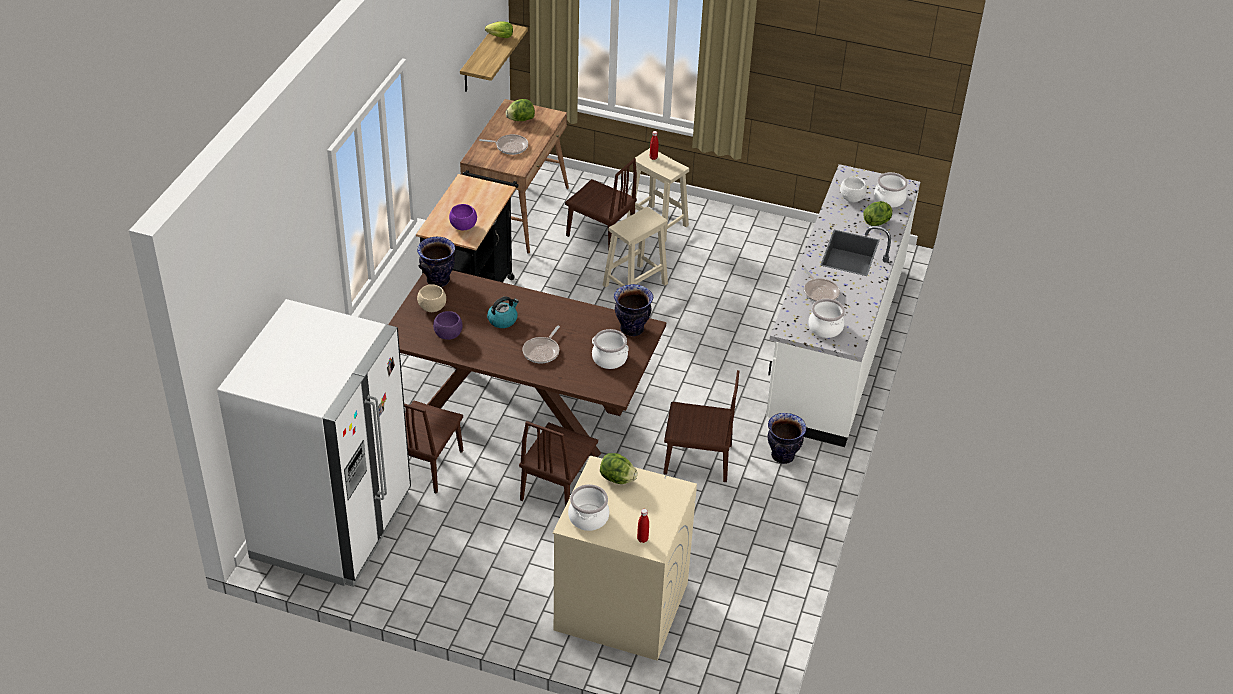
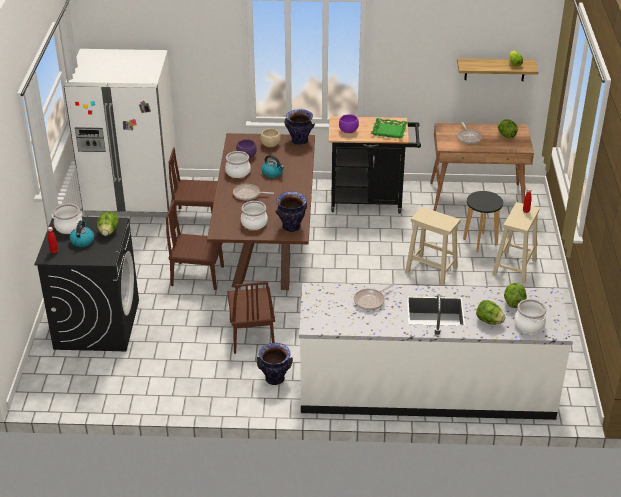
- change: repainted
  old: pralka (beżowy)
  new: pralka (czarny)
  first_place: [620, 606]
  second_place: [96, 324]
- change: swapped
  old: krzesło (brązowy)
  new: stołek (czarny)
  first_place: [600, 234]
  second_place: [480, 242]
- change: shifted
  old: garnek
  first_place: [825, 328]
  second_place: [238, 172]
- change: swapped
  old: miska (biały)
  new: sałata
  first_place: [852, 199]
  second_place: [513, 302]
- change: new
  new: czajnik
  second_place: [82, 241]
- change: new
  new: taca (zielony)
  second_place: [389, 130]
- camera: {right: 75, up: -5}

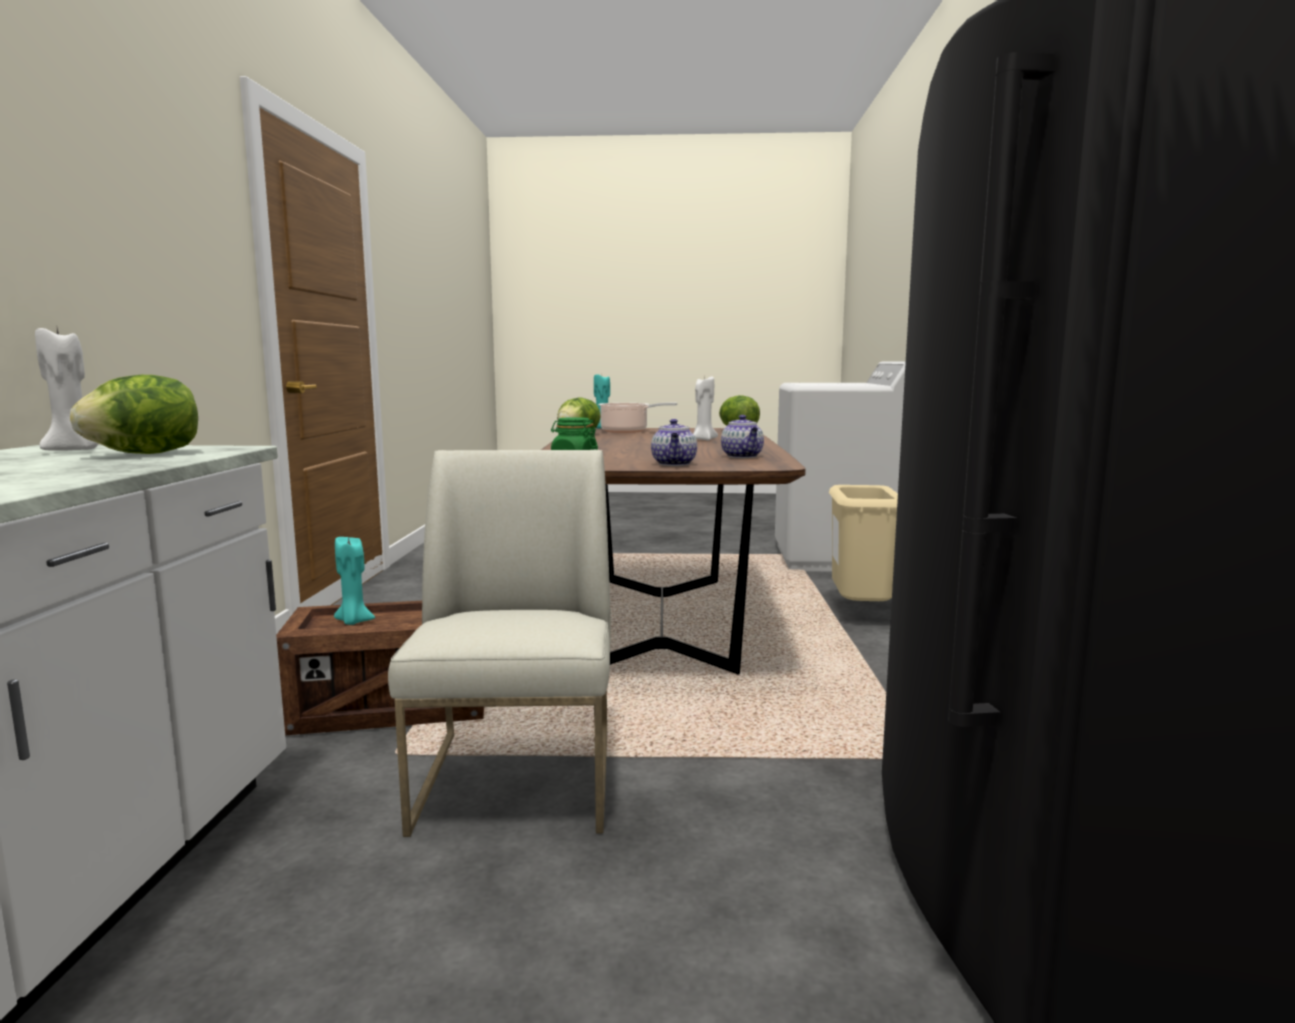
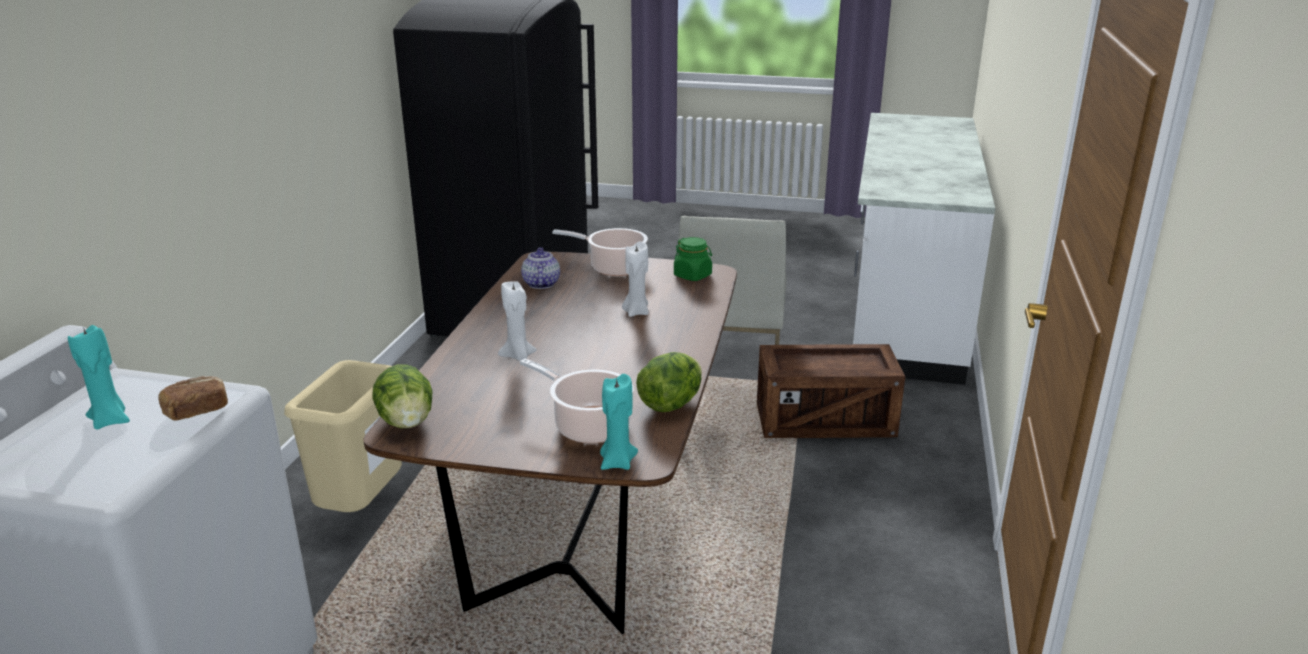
- change: shifted
  old: świeca (biały)
  first_place: [74, 451]
  second_place: [636, 312]
- change: gone
  old: sałata
  first_place: [145, 454]
- change: shifted
  old: świeca (turkusowy)
  first_place: [353, 622]
  second_place: [111, 420]
- change: swapped
  old: imbryk
  new: garnek
  first_place: [674, 464]
  second_place: [613, 268]
- change: new
  new: chleb
  second_place: [196, 411]
- camera: {right: -170, up: 15}

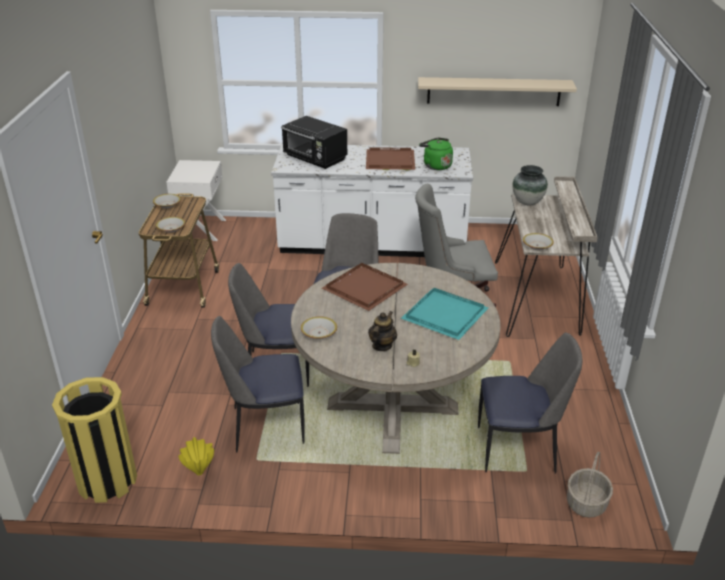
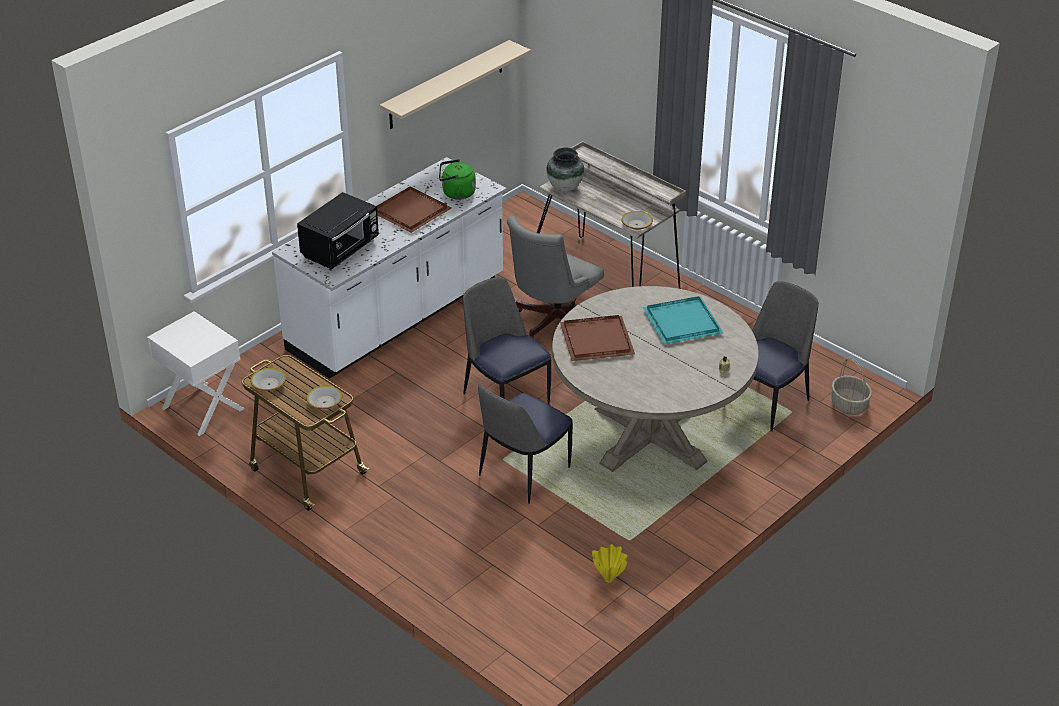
- change: gone
  old: kosz na śmieci (żółty)
  first_place: [107, 480]
- change: gone
  old: krzesło
  first_place: [265, 426]
- change: rotated
  old: mikrofalówka (czarny)
  first_place: [315, 159]
  second_place: [341, 249]
  degrees: -45
- change: gone
  old: miska
  first_place: [319, 333]
- change: gone
  old: imbryk
  first_place: [382, 346]
- camera: {right: -50, up: 5}

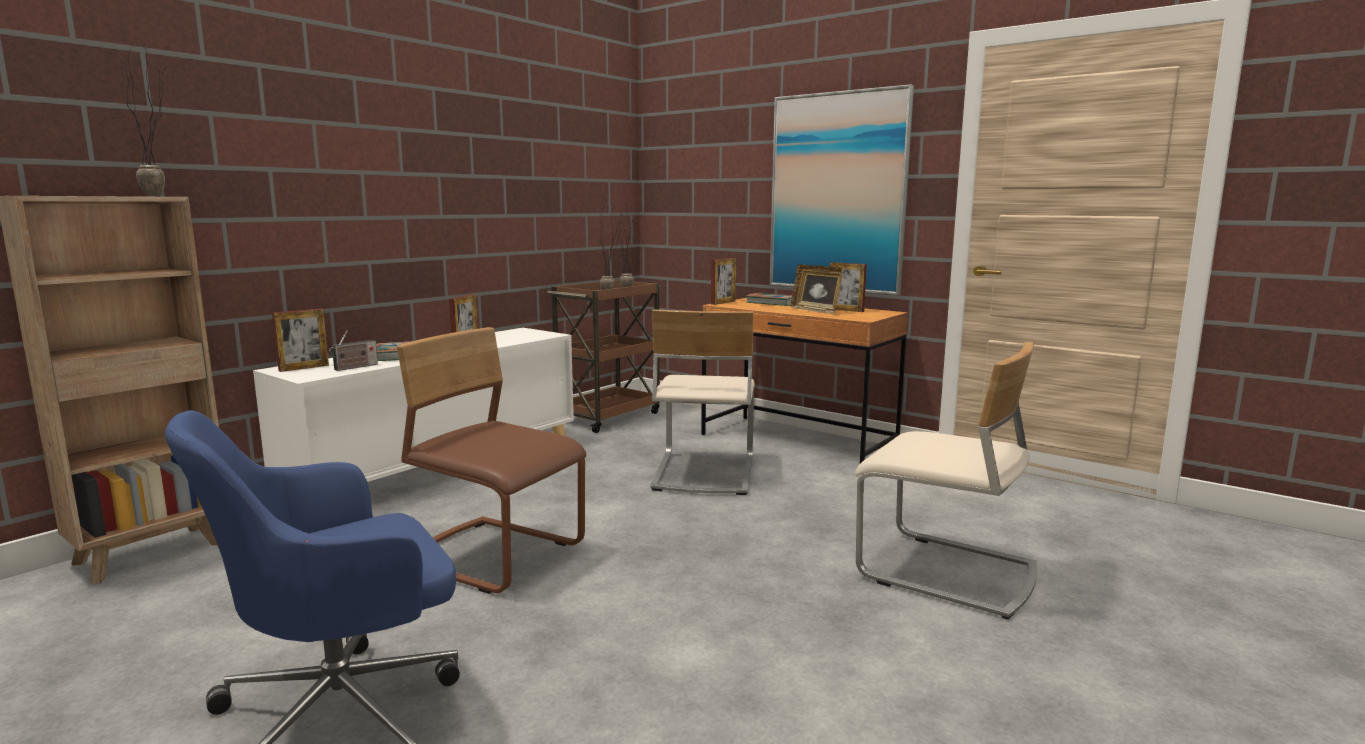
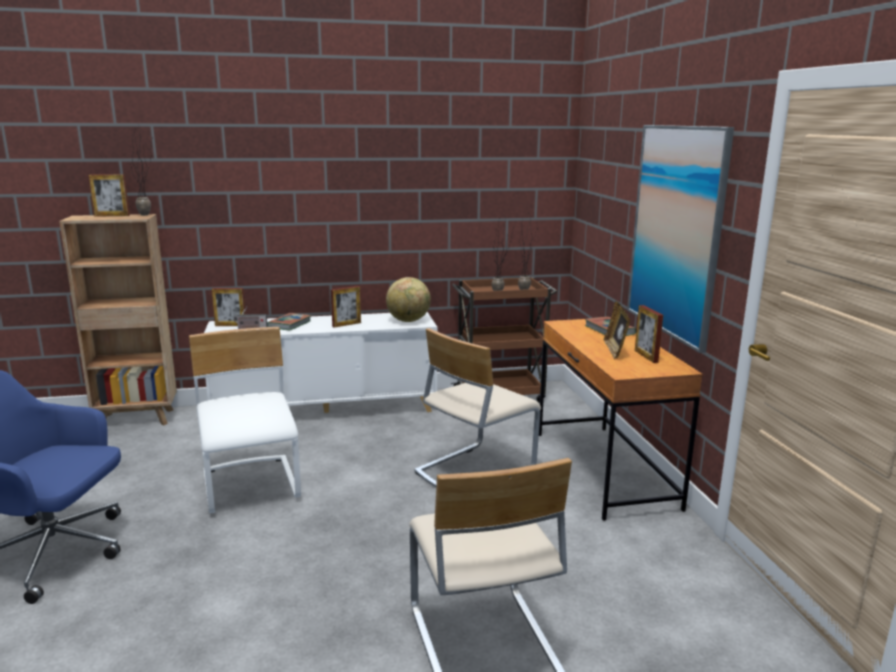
- change: repainted
  old: krzesło (brązowy)
  new: krzesło (biały)
  first_place: [494, 556]
  second_place: [252, 486]
- change: shifted
  old: ramka na zdjęcie
  first_place: [723, 302]
  second_place: [112, 216]
- change: new
  new: globus
  second_place: [408, 321]
- camera: {right: 40, up: 5}

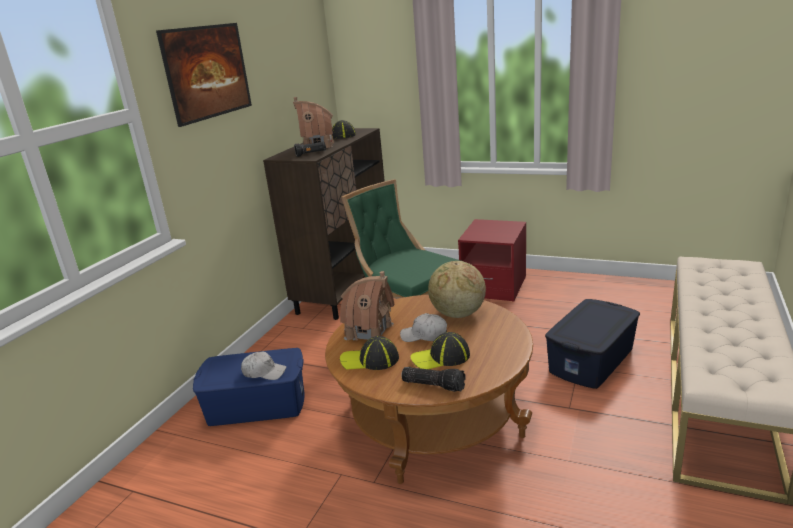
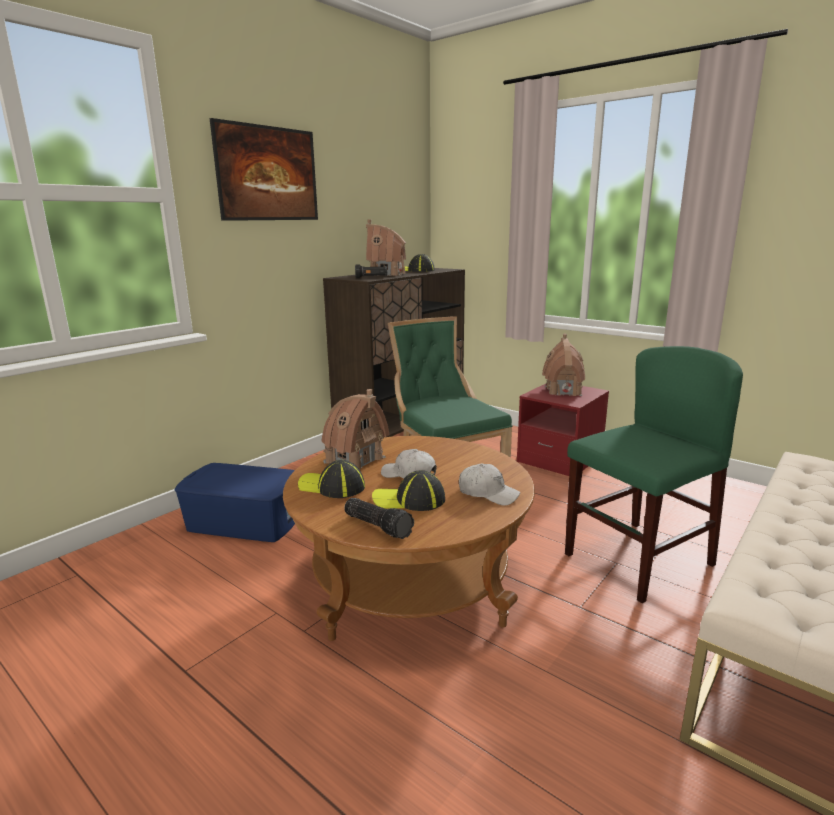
- change: shifted
  old: czapka z daszkiem (biały)
  first_place: [264, 372]
  second_place: [488, 493]
- change: gone
  old: globus
  first_place: [457, 314]
- change: swapped
  old: pojemnik do przechowywania (niebieski)
  new: krzesło (zielony)
  first_place: [592, 360]
  second_place: [638, 559]
- change: new
  new: domek
  second_place: [563, 391]
- camera: {right: 15, up: -5}

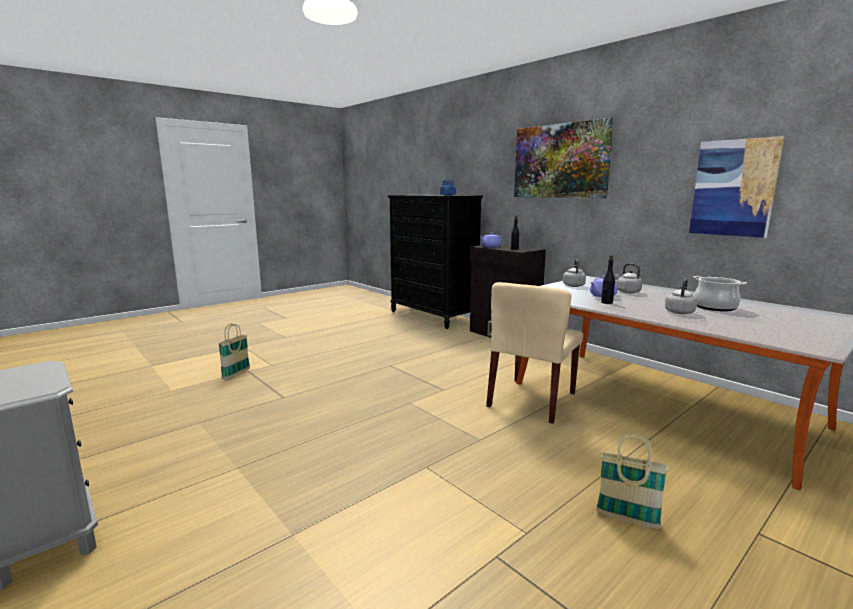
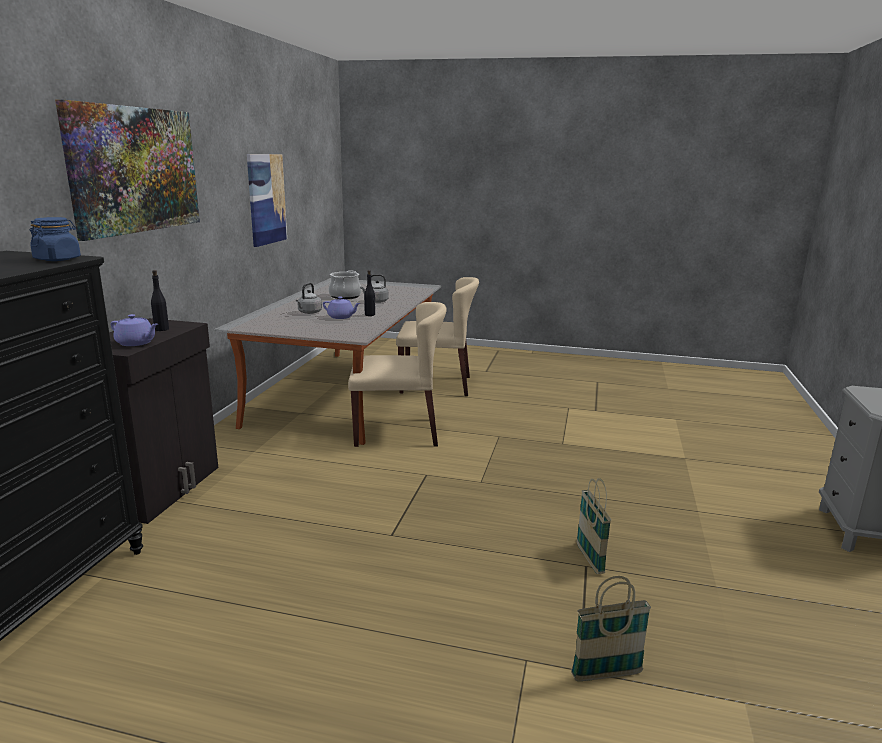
- change: gone
  old: czajnik (szary)
  first_place: [573, 285]
- change: shifted
  old: koszyk
  first_place: [627, 519]
  second_place: [589, 559]
- change: new
  new: krzesło (beżowy)
  second_place: [436, 384]
- camera: {right: -125, up: 5}

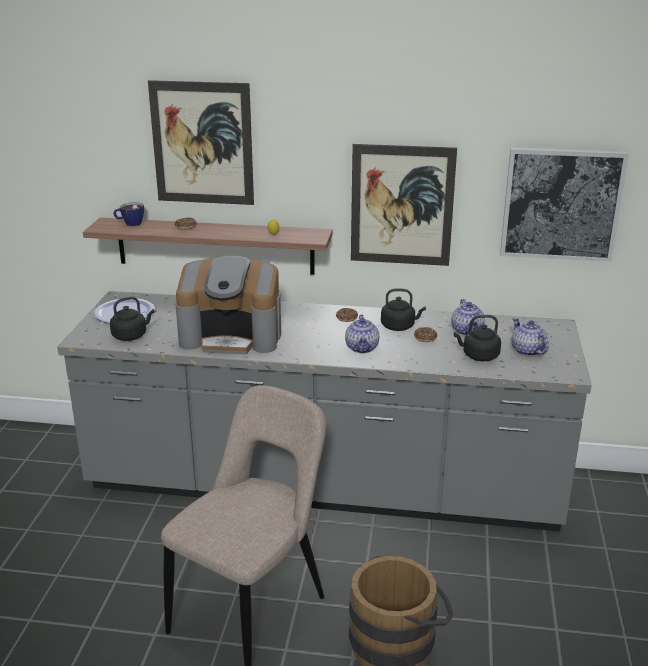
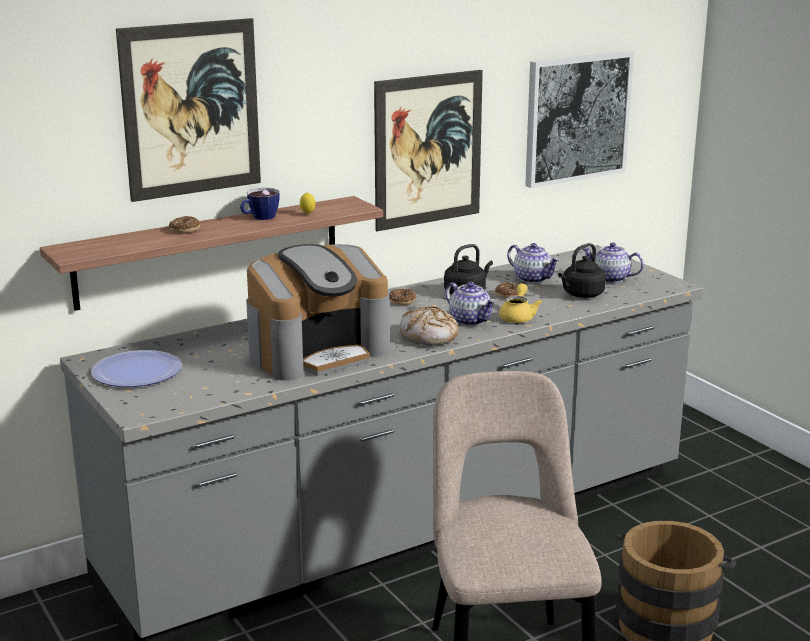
- change: gone
  old: czajnik (czarny)
  first_place: [131, 335]
- change: shifted
  old: filiżanka
  first_place: [129, 223]
  second_place: [259, 218]
- change: new
  new: chleb
  second_place: [429, 336]
- change: new
  new: imbryk (żółty)
  second_place: [518, 317]
- camera: {right: -40, up: -5}

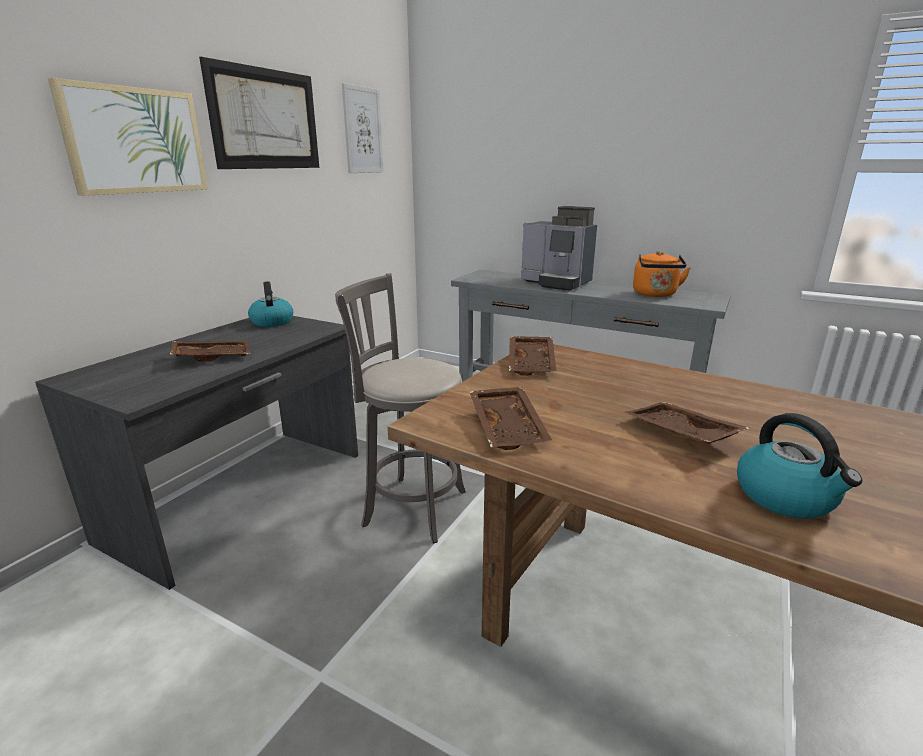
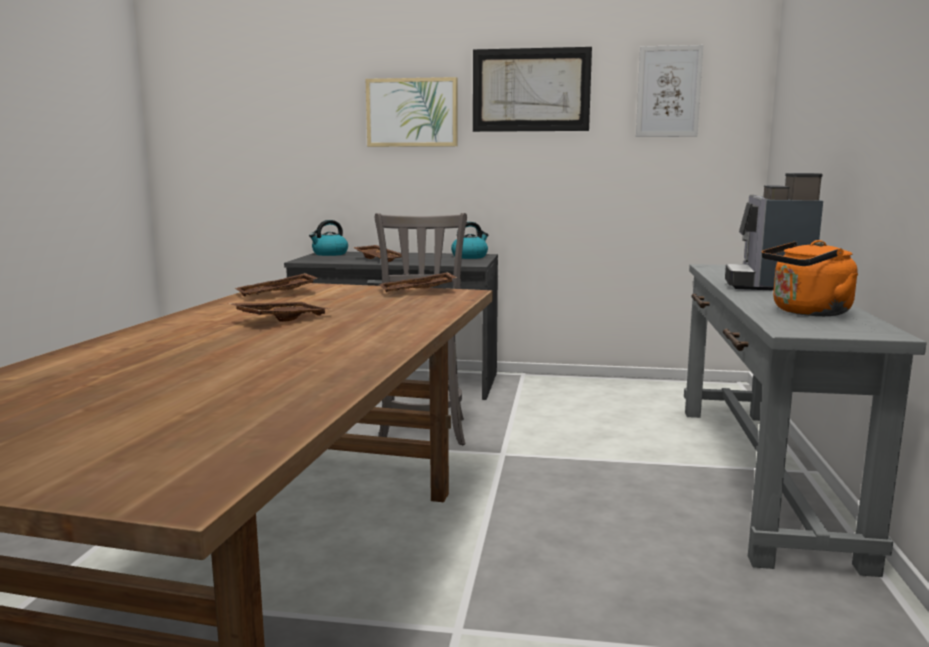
- change: shifted
  old: czajnik
  first_place: [786, 497]
  second_place: [329, 254]
- camera: {right: 70, up: -10}

